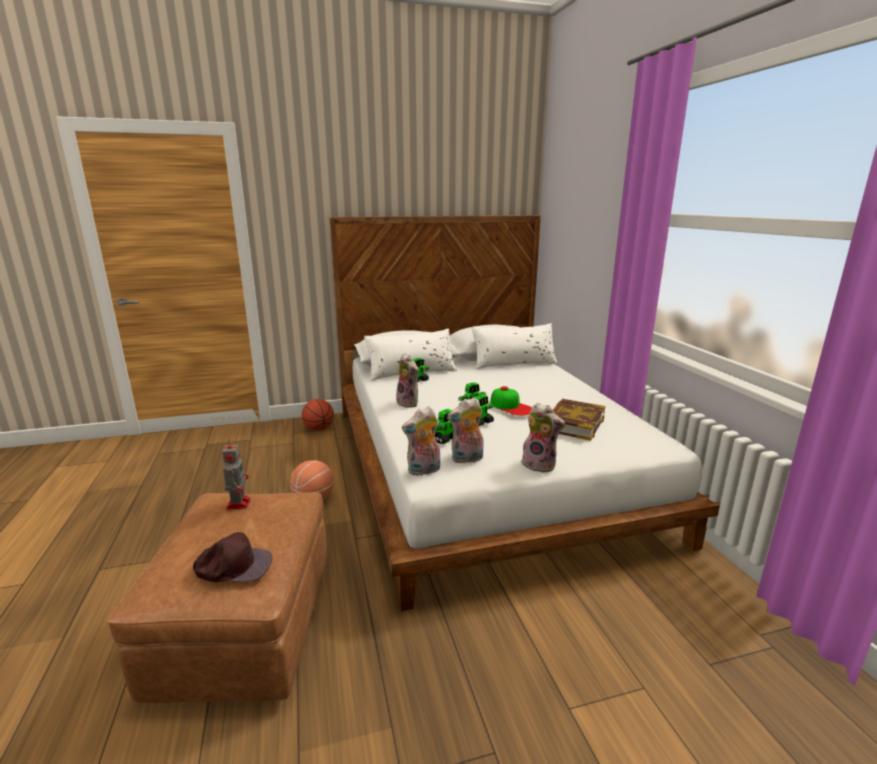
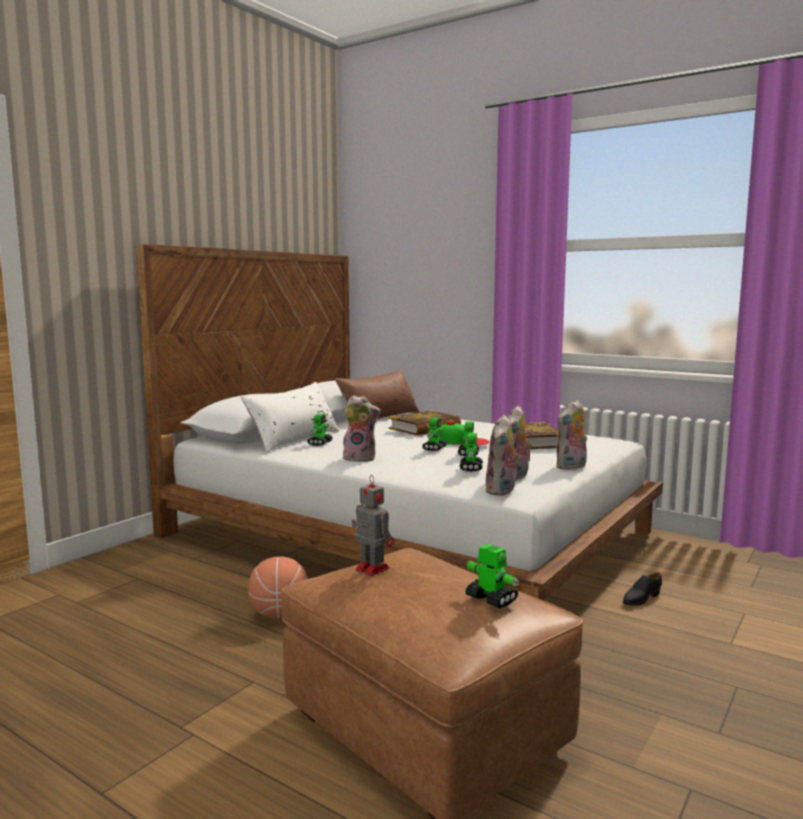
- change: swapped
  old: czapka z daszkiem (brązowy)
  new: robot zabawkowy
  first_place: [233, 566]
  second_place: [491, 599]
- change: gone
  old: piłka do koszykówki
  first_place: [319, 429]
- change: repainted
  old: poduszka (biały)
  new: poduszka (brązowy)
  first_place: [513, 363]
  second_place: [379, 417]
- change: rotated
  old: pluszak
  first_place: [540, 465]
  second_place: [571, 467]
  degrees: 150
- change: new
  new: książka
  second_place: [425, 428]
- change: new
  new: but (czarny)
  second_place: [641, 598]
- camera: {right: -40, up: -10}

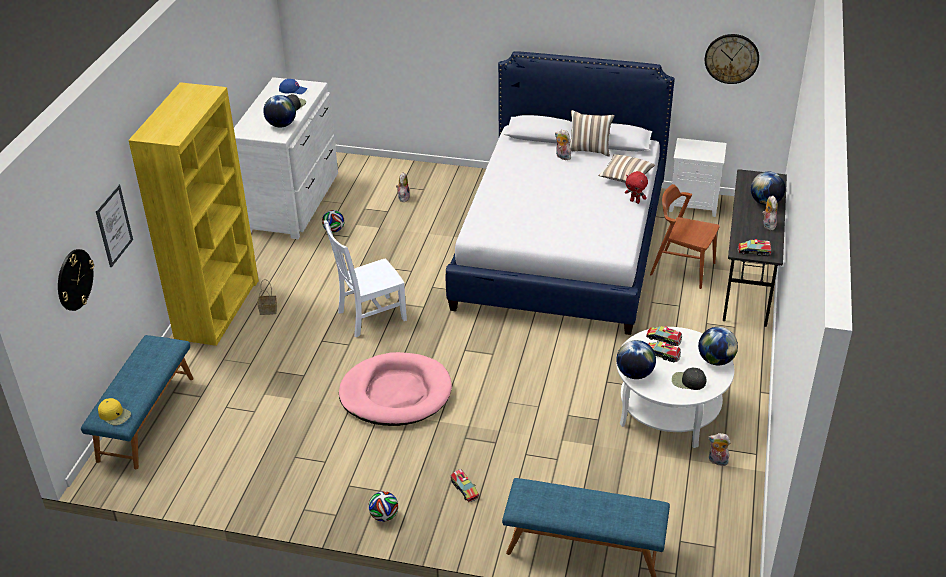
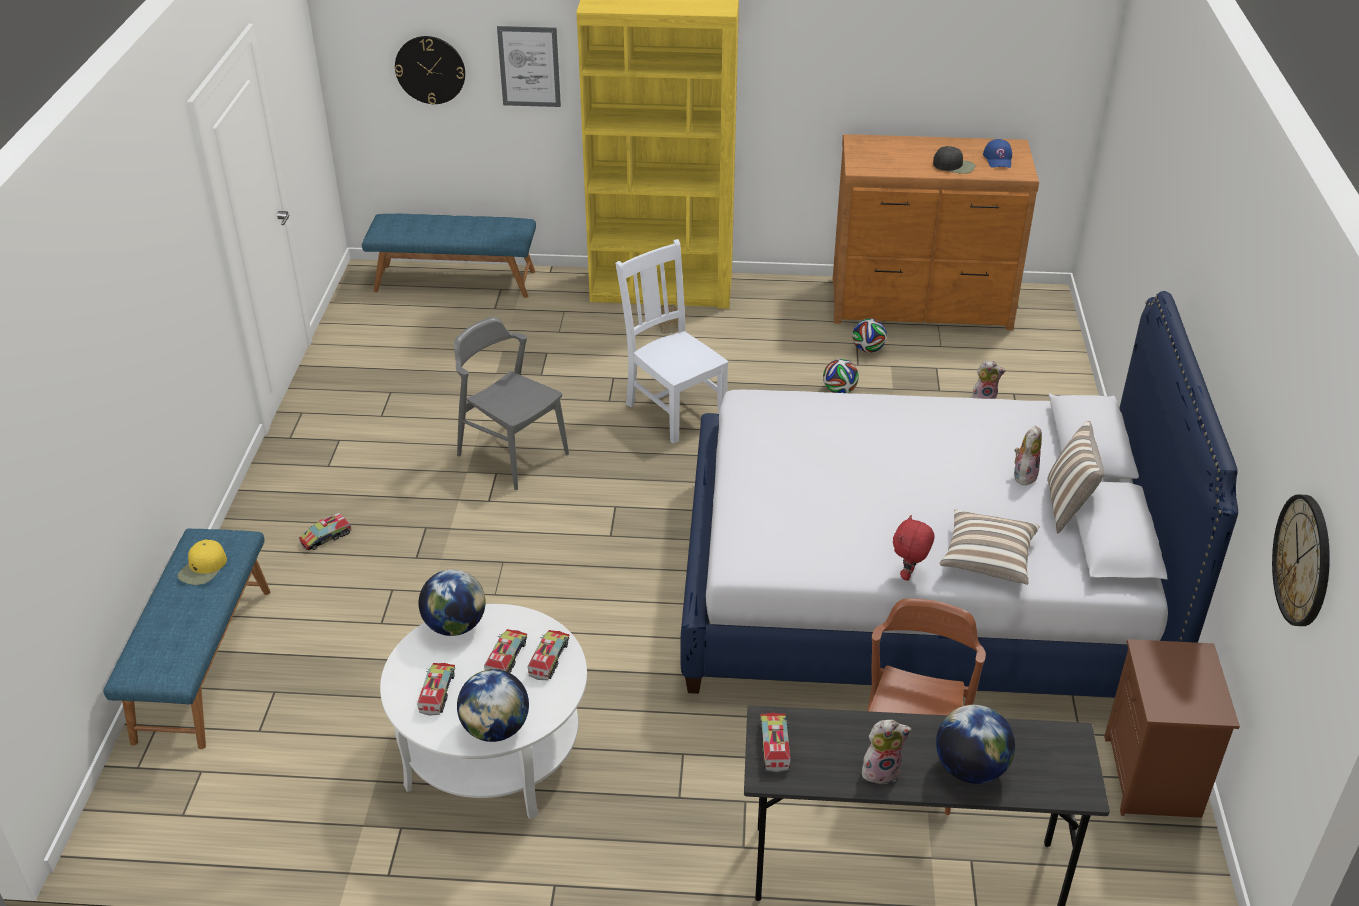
- change: shifted
  old: czapka z daszkiem (żółty)
  first_place: [115, 415]
  second_place: [203, 568]
- change: repainted
  old: komoda (biały)
  new: komoda (brązowy)
  first_place: [294, 202]
  second_place: [921, 305]
- change: gone
  old: globus
  first_place: [281, 125]
- change: swapped
  old: legowisko (różowy)
  new: krzesło (szary)
  first_place: [395, 393]
  second_place: [512, 454]
- change: shifted
  old: piłka futbolowa
  first_place: [384, 516]
  second_place: [839, 391]
- change: repainted
  old: szafka nocna (biały)
  new: szafka nocna (brązowy)
  first_place: [694, 204]
  second_place: [1154, 778]
- change: swapped
  old: czapka z daszkiem (czarny)
  new: ciężarówka zabawkowa
  first_place: [688, 381]
  second_place: [437, 692]
- change: gone
  old: pluszak
  first_place: [717, 461]
- camera: {right: 80, up: 0}

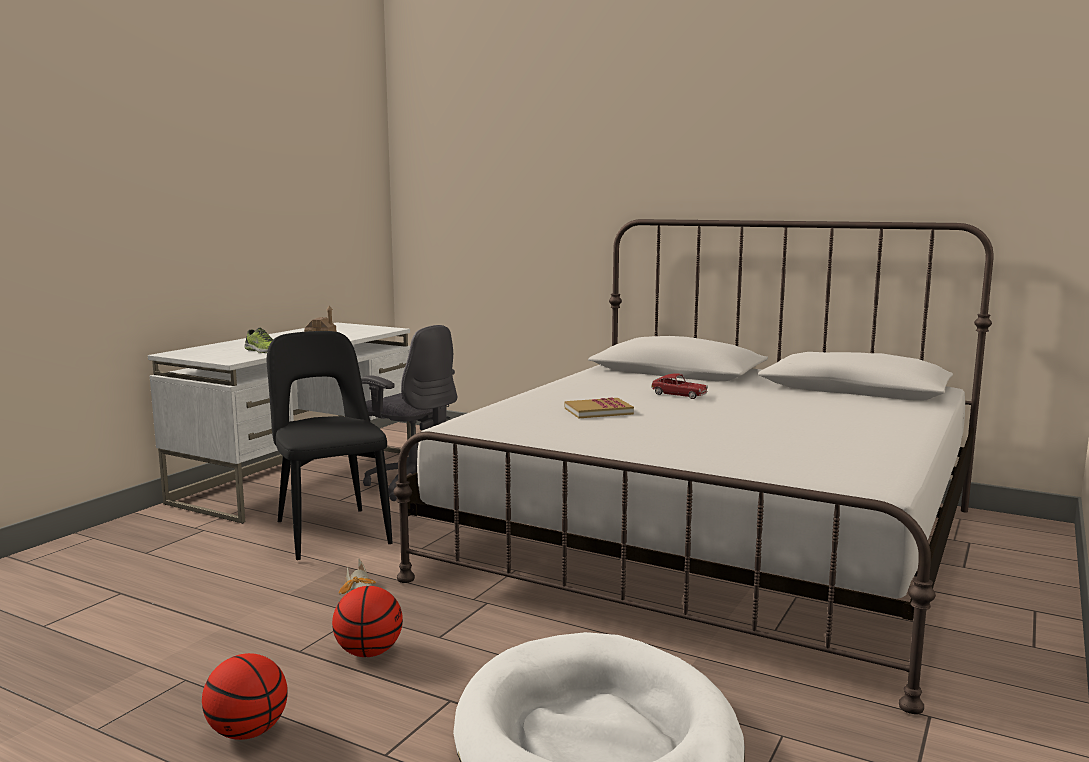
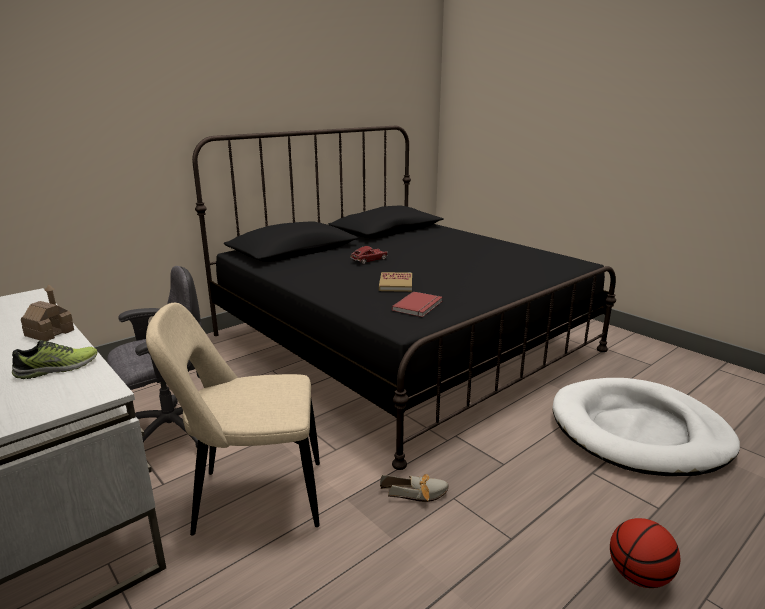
- change: repainted
  old: krzesło (czarny)
  new: krzesło (beżowy)
  first_place: [331, 531]
  second_place: [252, 498]
- change: gone
  old: piłka do koszykówki
  first_place: [368, 652]
- change: repainted
  old: łóżko (biały)
  new: łóżko (czarny)
  first_place: [712, 542]
  second_place: [402, 342]
- change: new
  new: książka (czerwony)
  second_place: [419, 306]
- camera: {right: -70, up: 10}

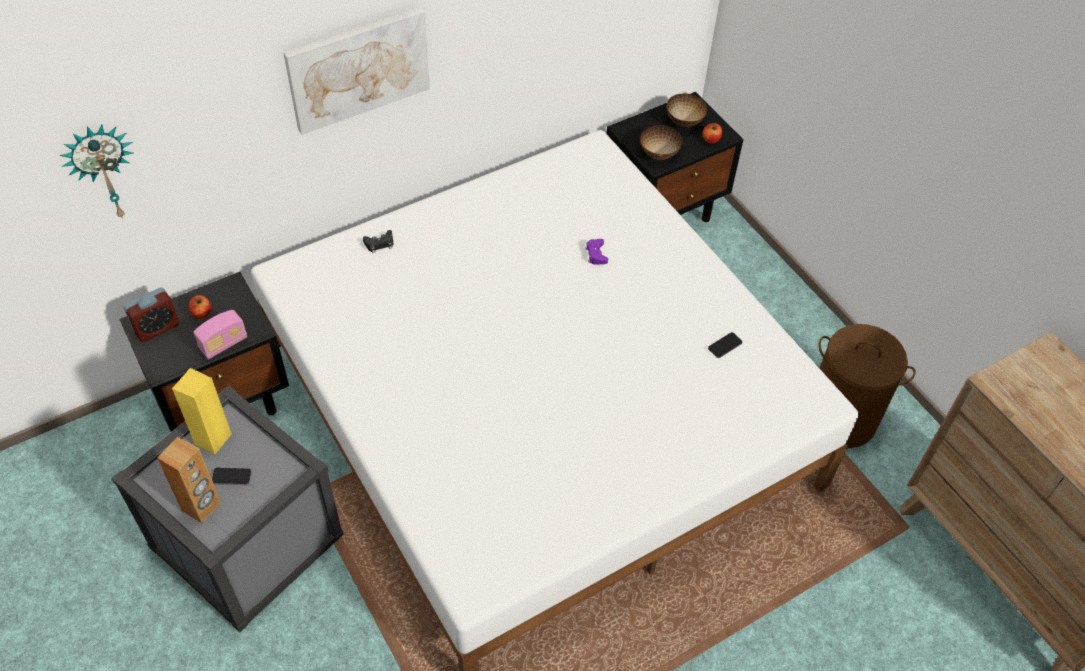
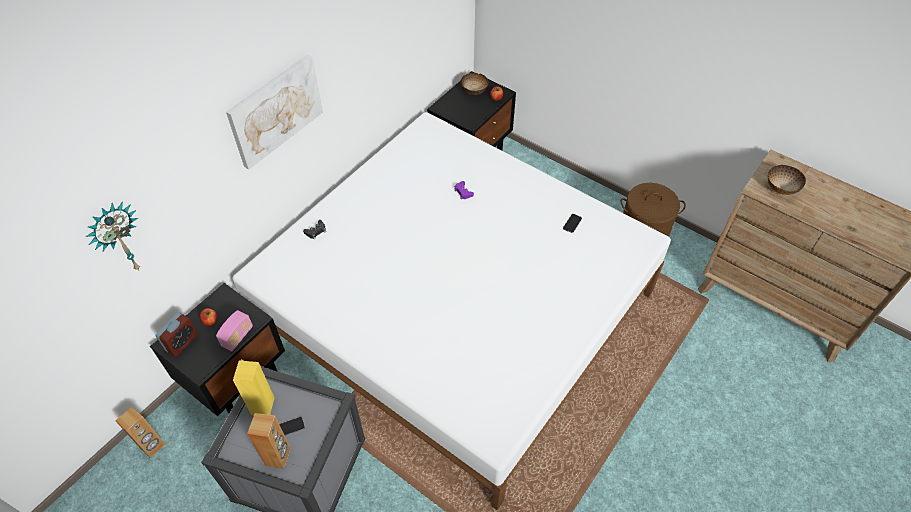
- change: shifted
  old: miska
  first_place: [658, 153]
  second_place: [780, 188]
- change: new
  new: głośnik (brązowy)
  second_place: [153, 446]
- camera: {right: -20, up: 0}

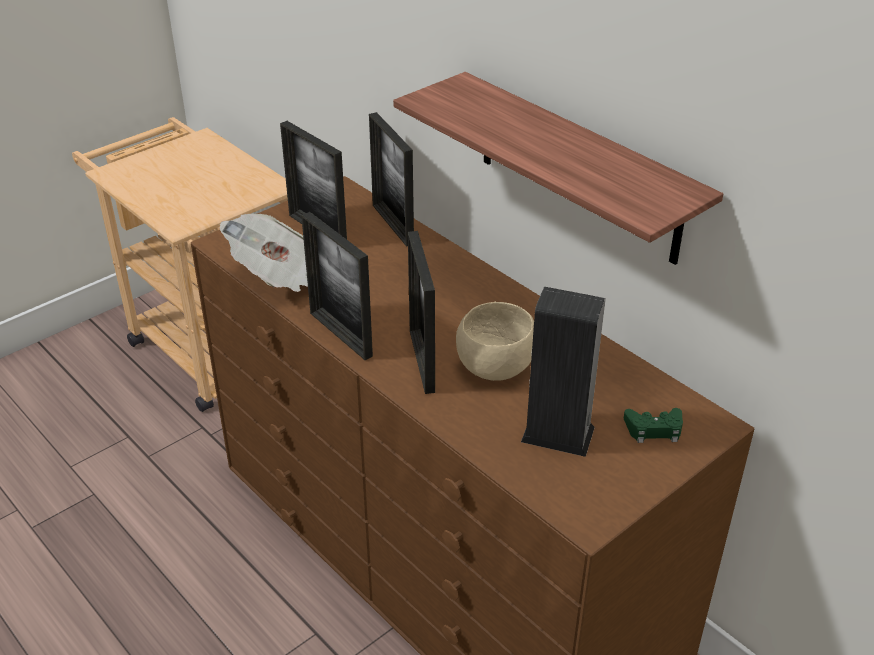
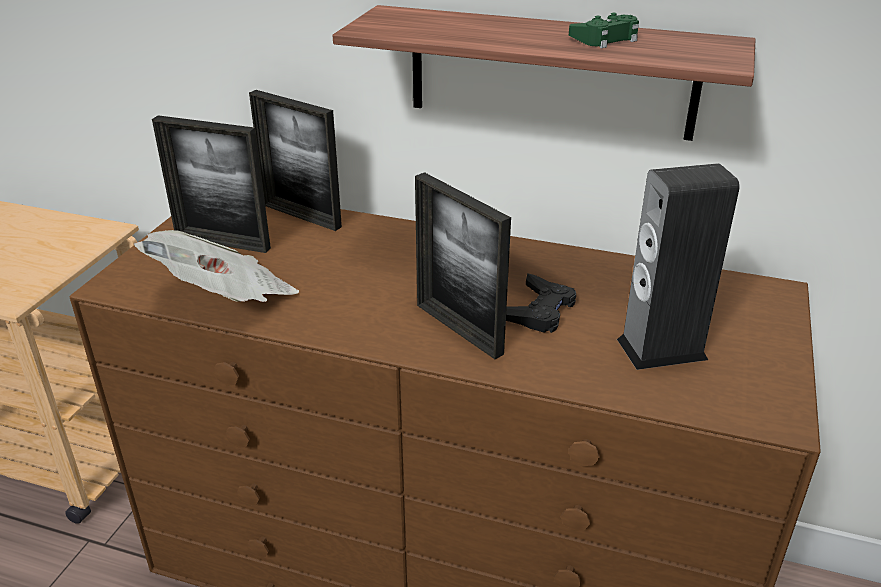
- change: gone
  old: ramka na zdjęcie
  first_place: [340, 334]
- change: swapped
  old: miska (beżowy)
  new: pad do gier (czarny)
  first_place: [495, 368]
  second_place: [539, 311]
- change: shifted
  old: pad do gier (zielony)
  first_place: [654, 429]
  second_place: [605, 39]
- camera: {right: -30, up: -5}

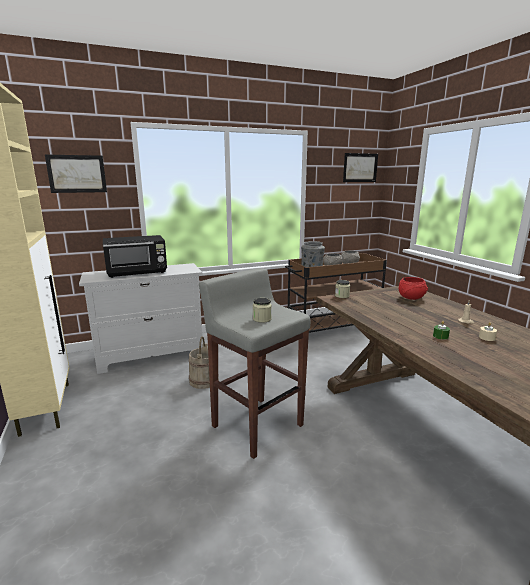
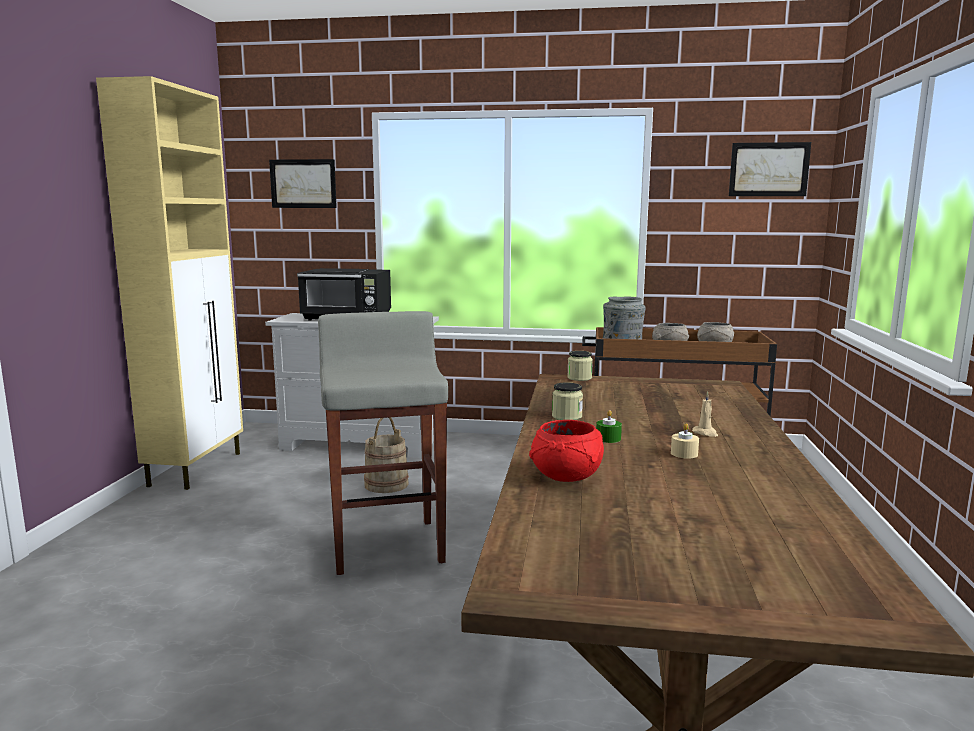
- change: shifted
  old: słoik
  first_place: [262, 319]
  second_place: [567, 416]
- change: shifted
  old: miska (czerwony)
  first_place: [411, 298]
  second_place: [567, 477]
- camera: {right: 30, up: -5}

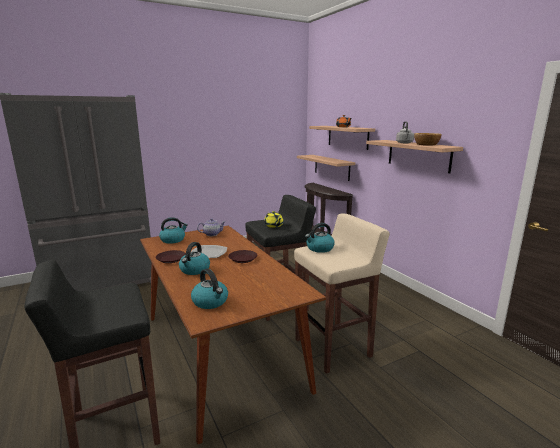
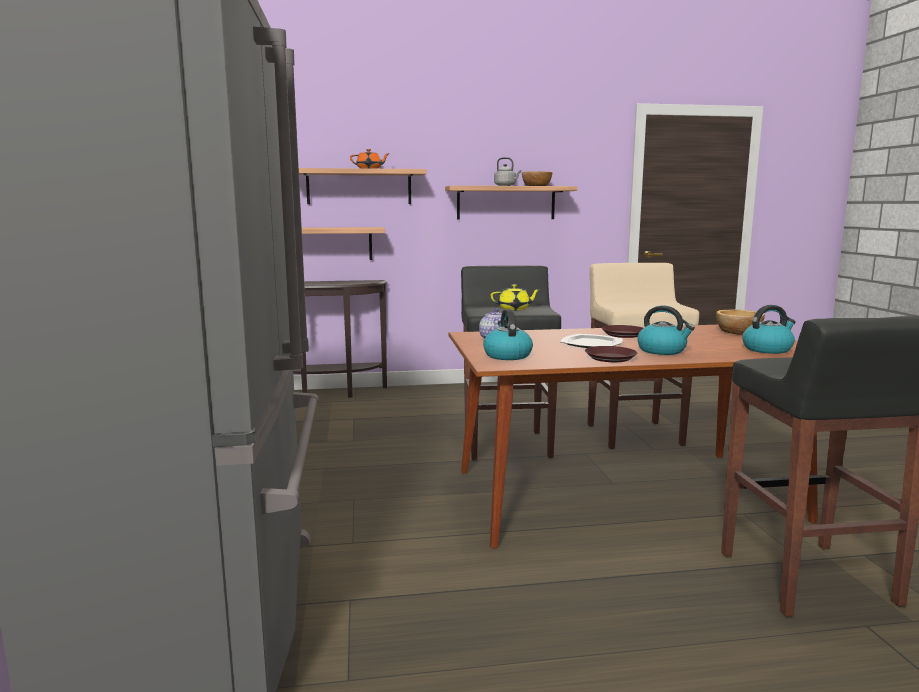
- change: gone
  old: czajnik
  first_place: [319, 248]
- change: new
  new: miska
  second_place: [739, 332]
- camera: {right: -70, up: -5}

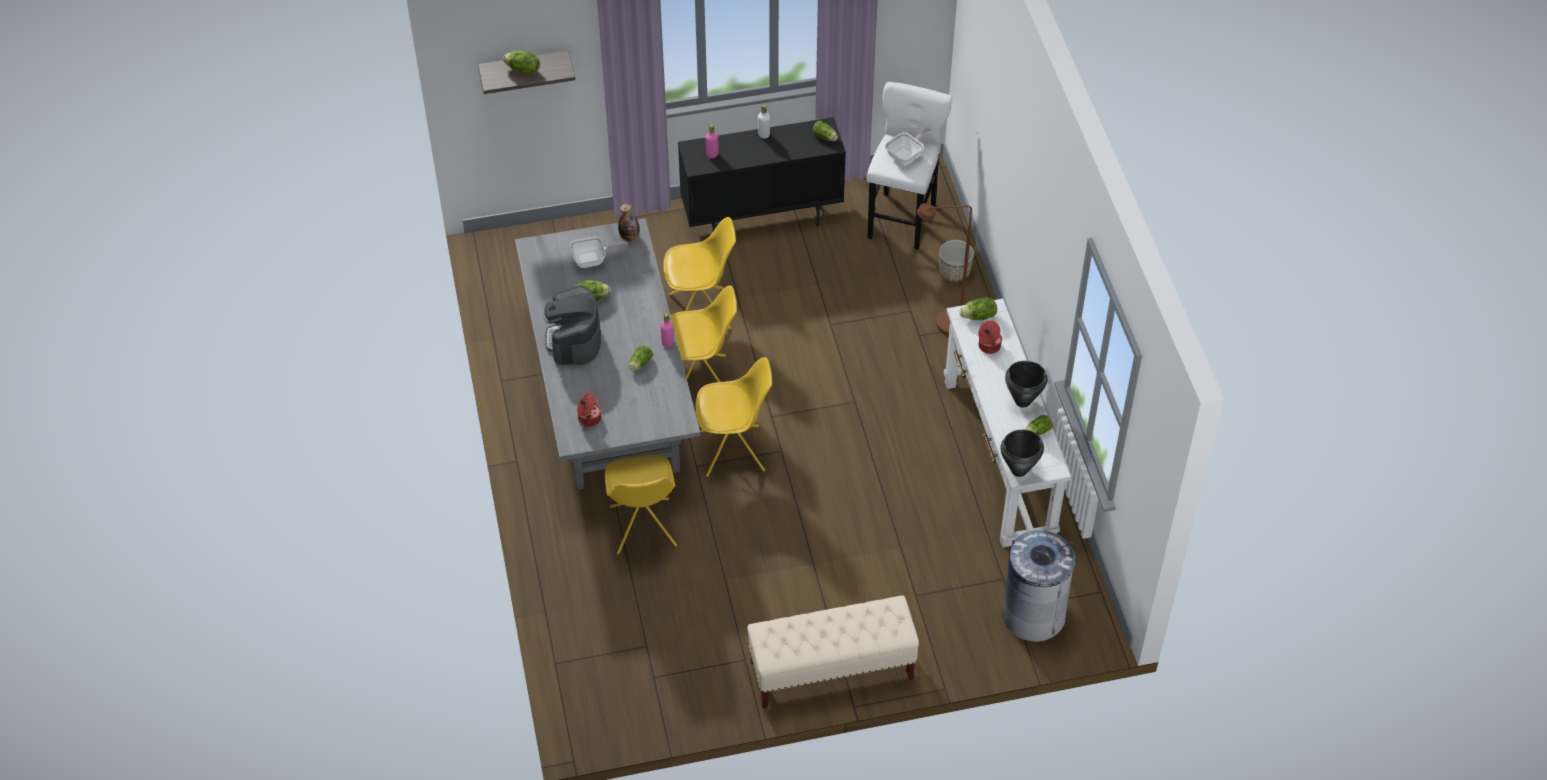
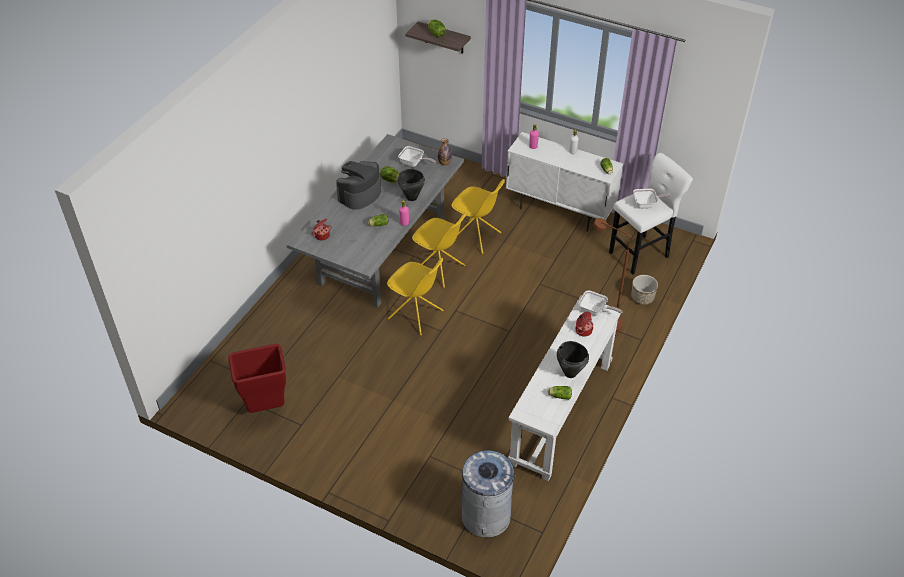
- change: gone
  old: krzesło (żółty)
  first_place: [643, 527]
- change: repainted
  old: szafka (czarny)
  new: szafka (biały)
  first_place: [762, 219]
  second_place: [559, 211]
- change: gone
  old: ławka (beżowy)
  first_place: [831, 670]
- change: swapped
  old: sałata
  new: patelnia
  first_place: [978, 316]
  second_place: [595, 311]
- change: shifted
  old: garnek (czarny)
  first_place: [1019, 470]
  second_place: [412, 198]
- change: new
  new: kosz na śmieci (czerwony)
  second_place: [266, 408]
- camera: {right: 40, up: -5}

